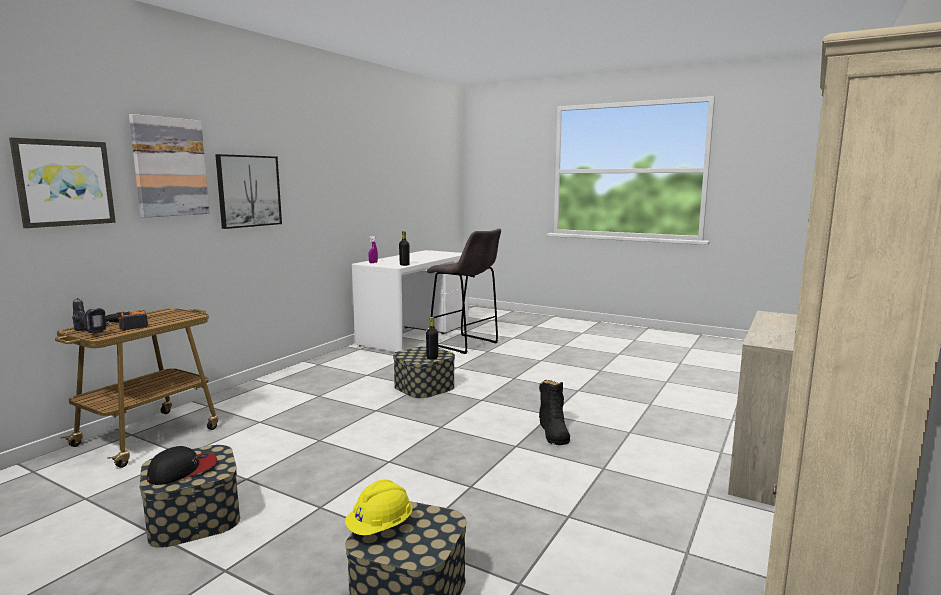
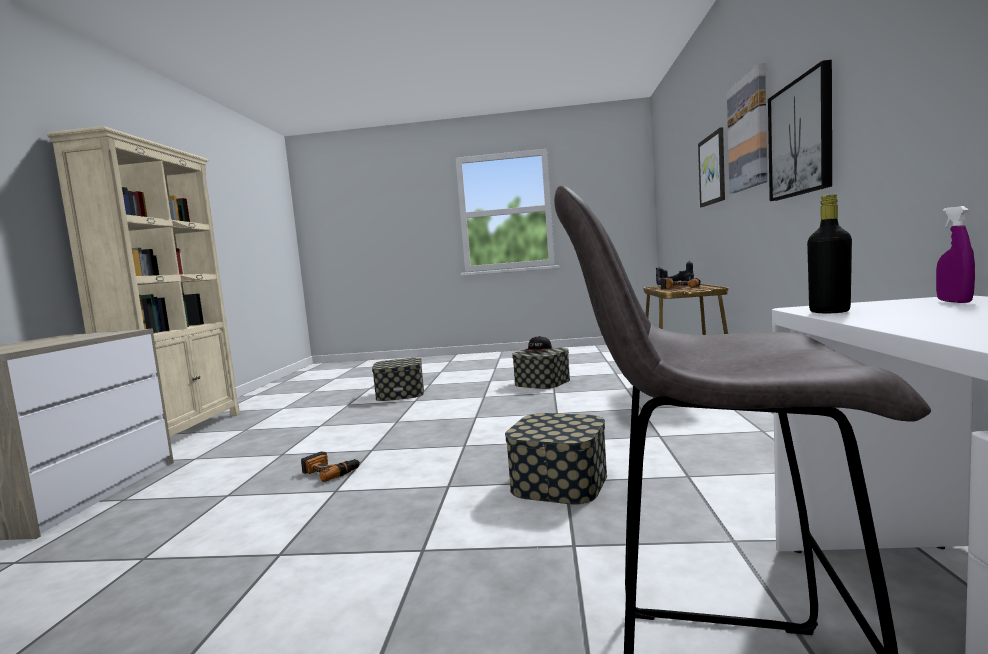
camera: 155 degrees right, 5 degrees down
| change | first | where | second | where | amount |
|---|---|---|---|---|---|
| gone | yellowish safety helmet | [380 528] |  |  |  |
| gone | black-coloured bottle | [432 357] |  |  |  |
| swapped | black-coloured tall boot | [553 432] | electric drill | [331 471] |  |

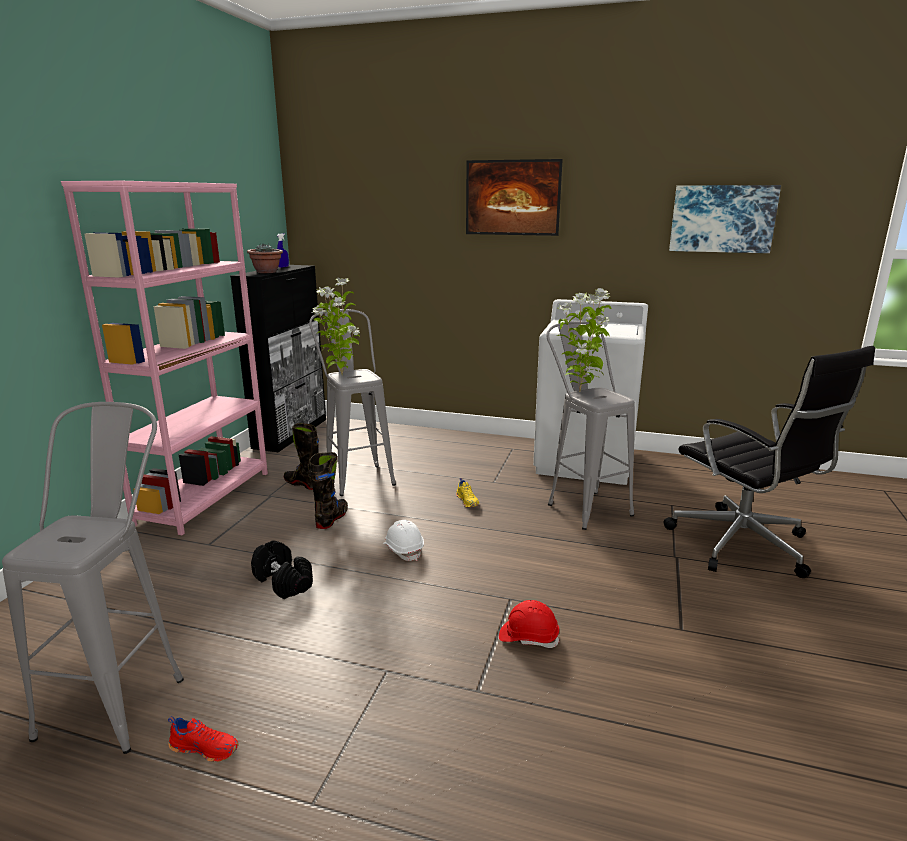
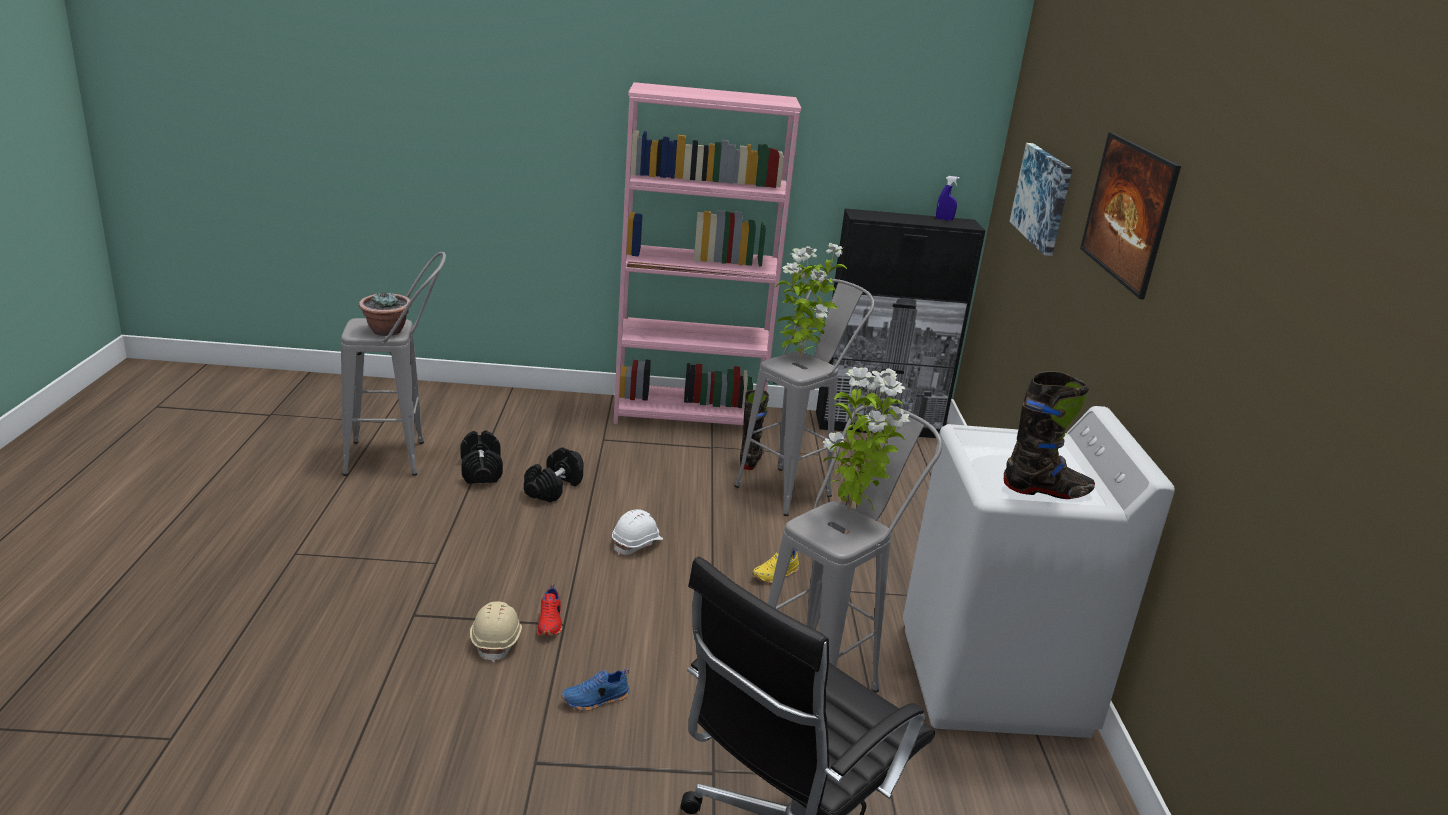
camera: 70 degrees right, 5 degrees up
| change | first | where | second | where | amount |
|---|---|---|---|---|---|
| new |  |  | black-coloured free weight | [481 471] |  |
| new |  |  | blue item of footwear | [596 700] |  |
| shifted | red-coloured item of footwear | [205 747] |  | [550 622] |  |
| shifted | potted plant | [267 272] |  | [387 331] |  |
| shifted | black-coloured tall boot | [332 518] |  | [1046 491] |  |
| shifted | picture | [722 219] |  | [1043 197] |  |
| repainted | red-coloured safety helmet | [528 637] | beige-coloured safety helmet | [497 641] |  |

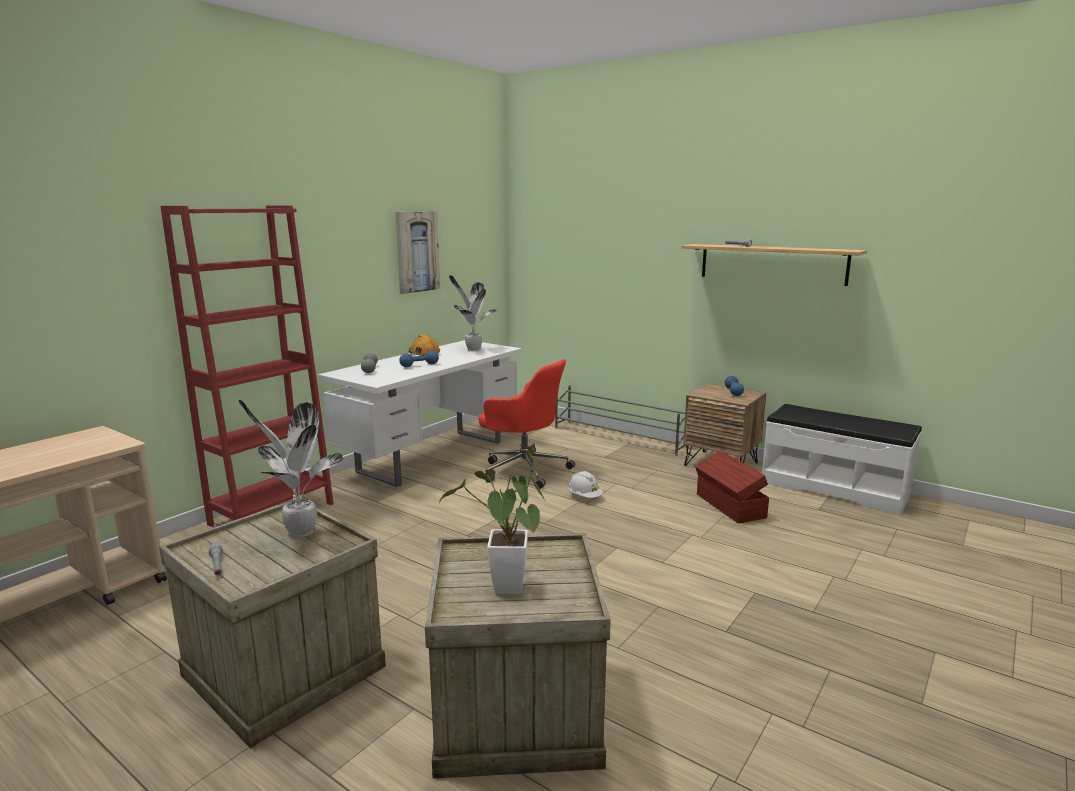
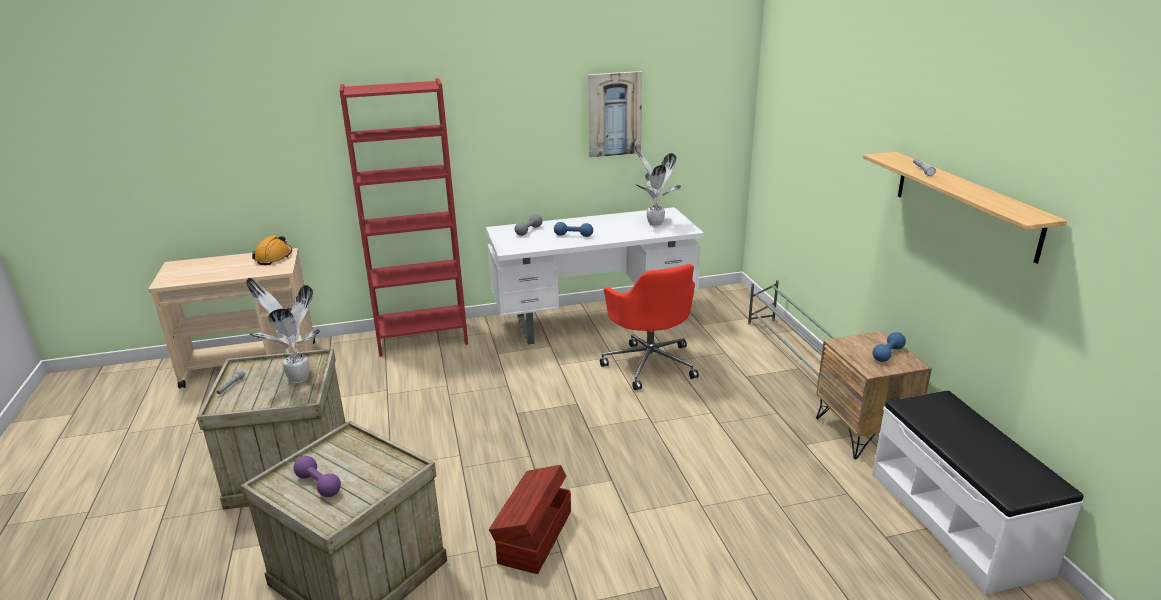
camera: 40 degrees right, 10 degrees up
| change | first | where | second | where | amount |
|---|---|---|---|---|---|
| gone | white-coloured safety helmet | [584 496] |  |  |  |
| shifted | orangey safety helmet | [424 353] |  | [274 257] |  |
| shifted | brown storage bin | [729 506] |  | [533 537] |  |
| swapped | potted plant | [507 592] | purple free weight | [318 485] |  |

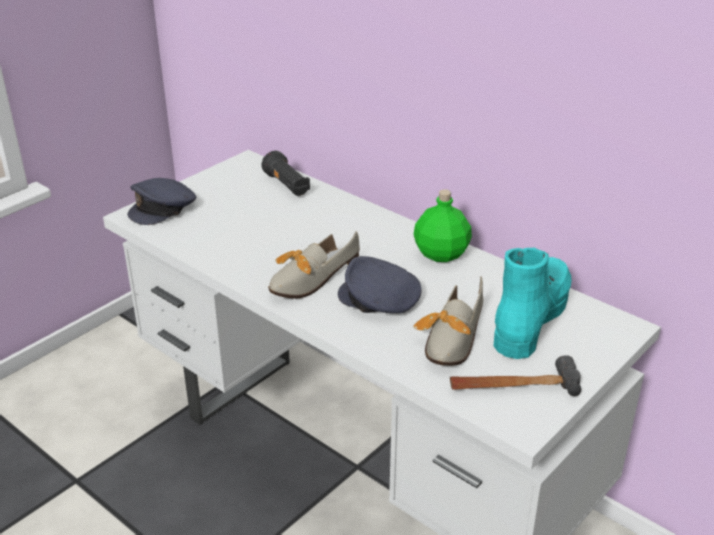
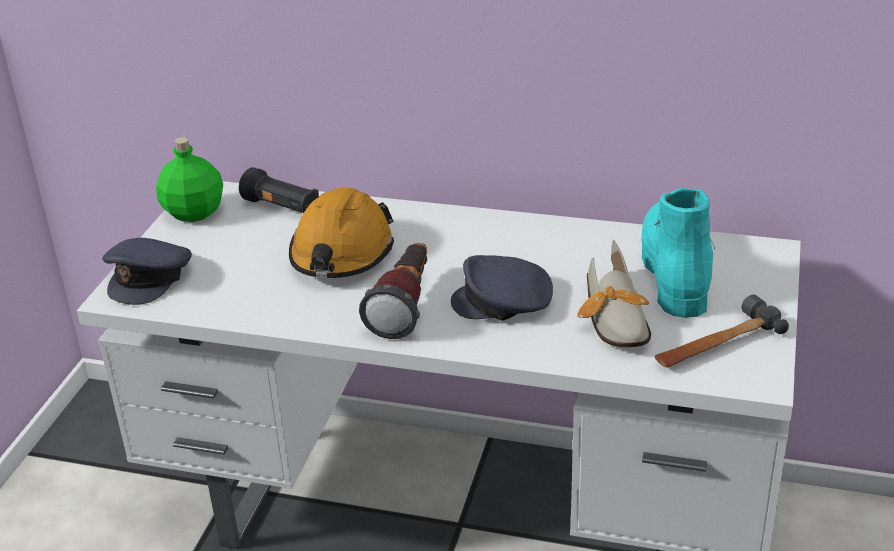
camera: 25 degrees left, 0 degrees up
| change | first | where | second | where | amount |
|---|---|---|---|---|---|
| new |  |  | orangey safety helmet | [342 254] |  |
| shifted | green-coloured bottle | [440 253] |  | [193 212] |  |
| swapped | item of footwear | [307 280] | hand torch | [405 306] |  |

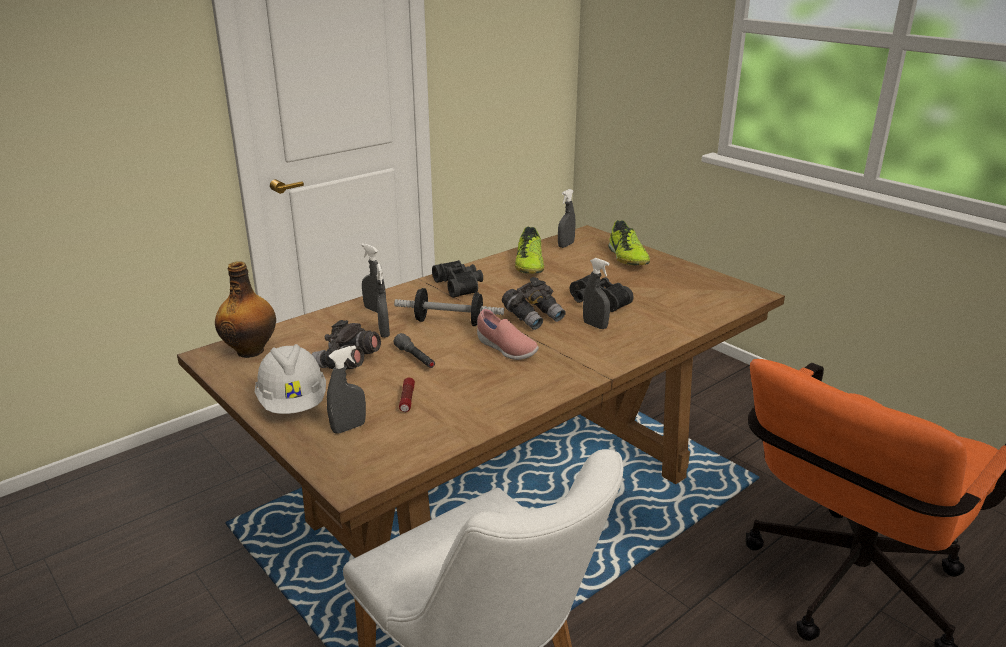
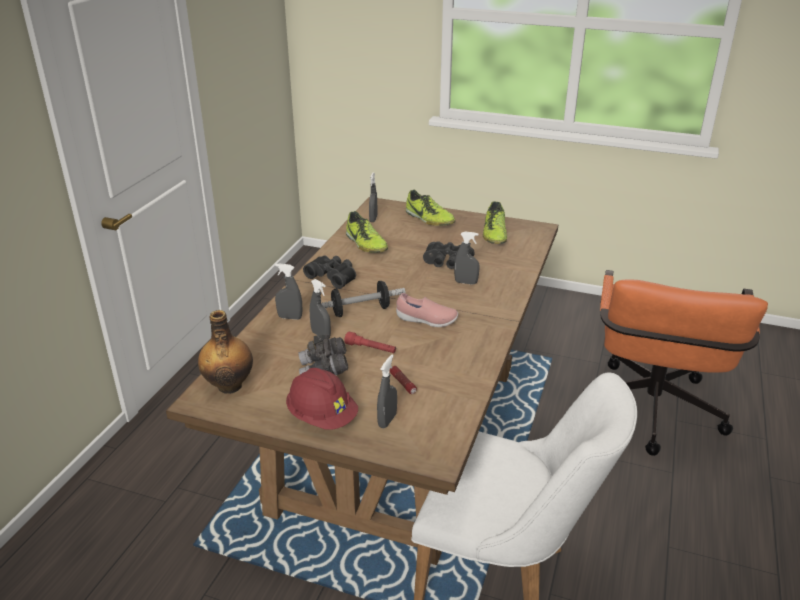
camera: 30 degrees left, 5 degrees up
| change | first | where | second | where | amount |
|---|---|---|---|---|---|
| gone | grey pair of binoculars | [533 317] |  |  |  |
| new |  |  | item of footwear | [494 235] |  |
| repainted | white-coloured safety helmet | [293 403] | red-coloured safety helmet | [322 417] |  |
| repainted | grey hand torch | [415 358] | red-coloured hand torch | [370 349] |  |

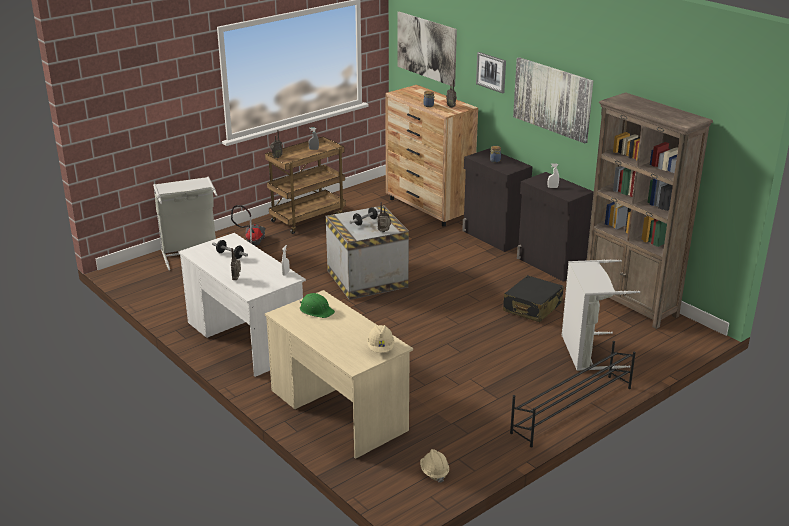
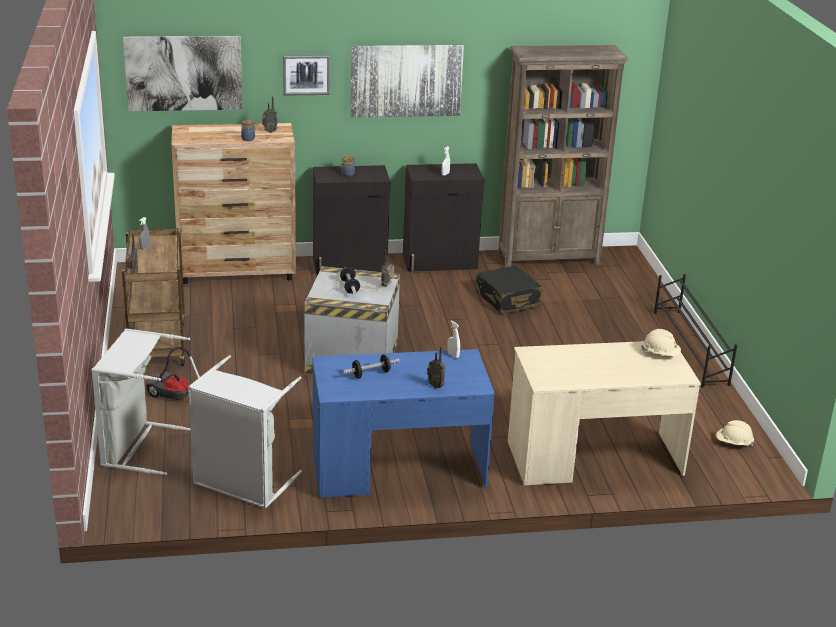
camera: 60 degrees left, 0 degrees up
| change | first | where | second | where | amount |
|---|---|---|---|---|---|
| gone | green-coloured safety helmet | [316 310] |  |  |  |
| shifted | grey washing basket | [586 352] |  | [241 484] |  |
| repainted | white-coloured desk unit | [245 338] | blue desk unit | [398 470] |  |

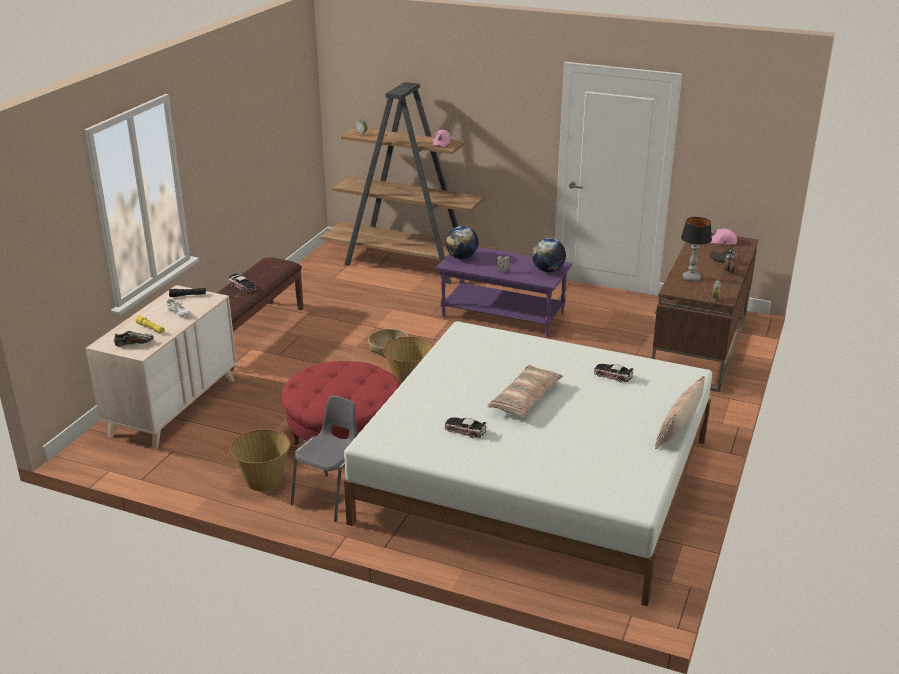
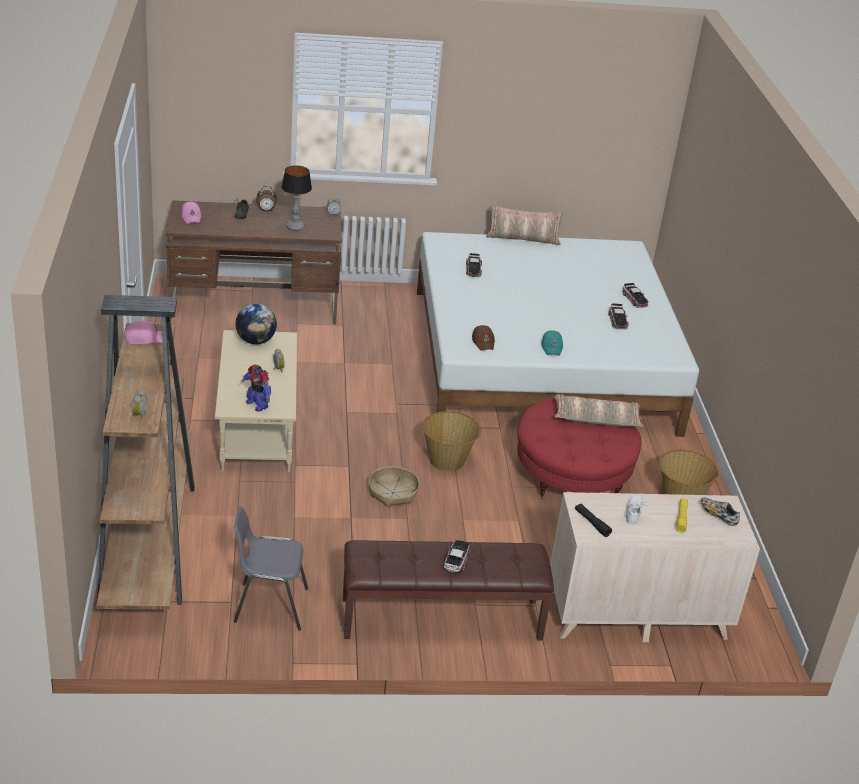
camera: 120 degrees left, 5 degrees up
| change | first | where | second | where | amount |
|---|---|---|---|---|---|
| new |  |  | brown baseball cap | [483 342] |  |
| new |  |  | turquoise-coloured baseball cap | [552 347] |  |
| new |  |  | toy car | [634 299] |  |
| shifted | grey upright chair | [331 496] |  | [269 605] |  |
| shifted | pillow | [526 399] |  | [596 418] |  |
| swapped | world globe | [461 257] | toy robot | [257 404] |  |
| repainted | purple lounge table | [503 314] | beige-coloured lounge table | [256 429] |  |

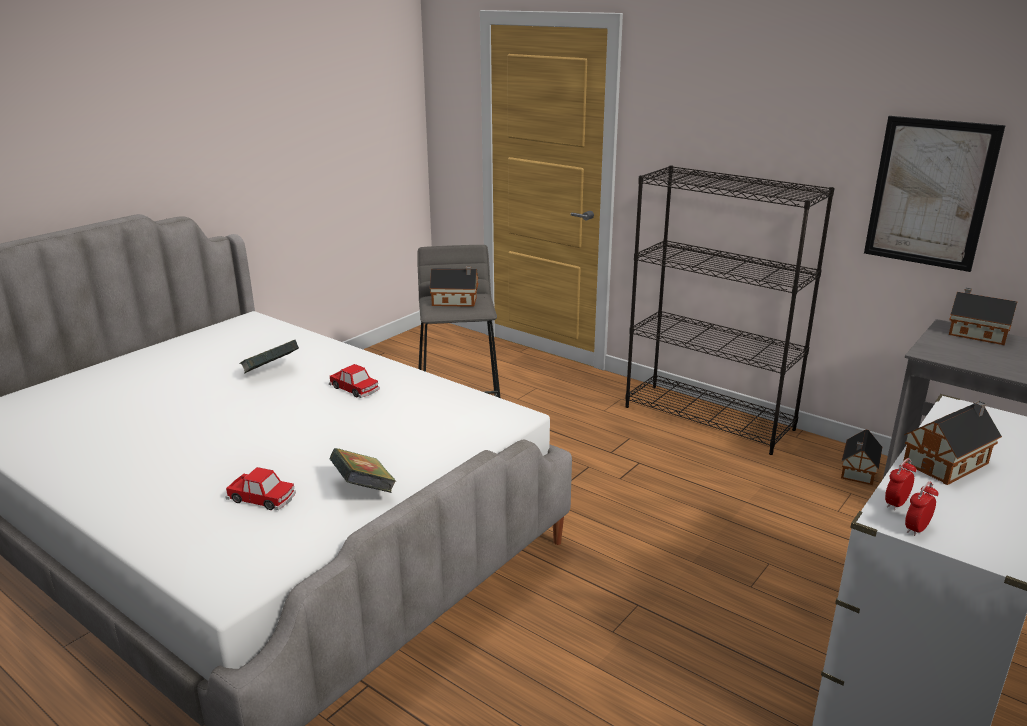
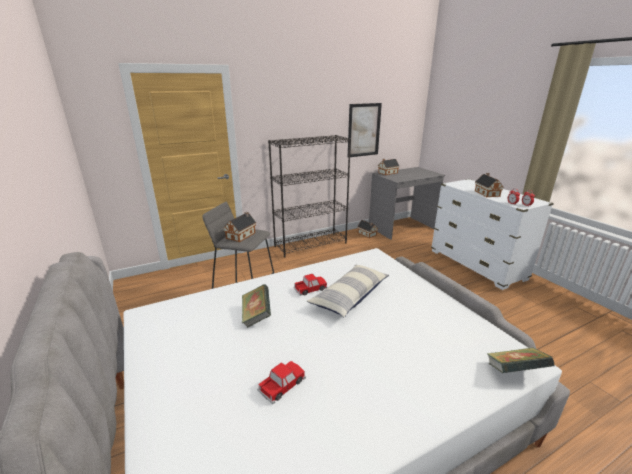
camera: 65 degrees left, 0 degrees up
| change | first | where | second | where | amount |
|---|---|---|---|---|---|
| new |  |  | pillow | [350 296] |  |
| shifted | toy car | [262 498] |  | [282 385] |  |
| shifted | bound book | [364 489] |  | [514 372] |  |

